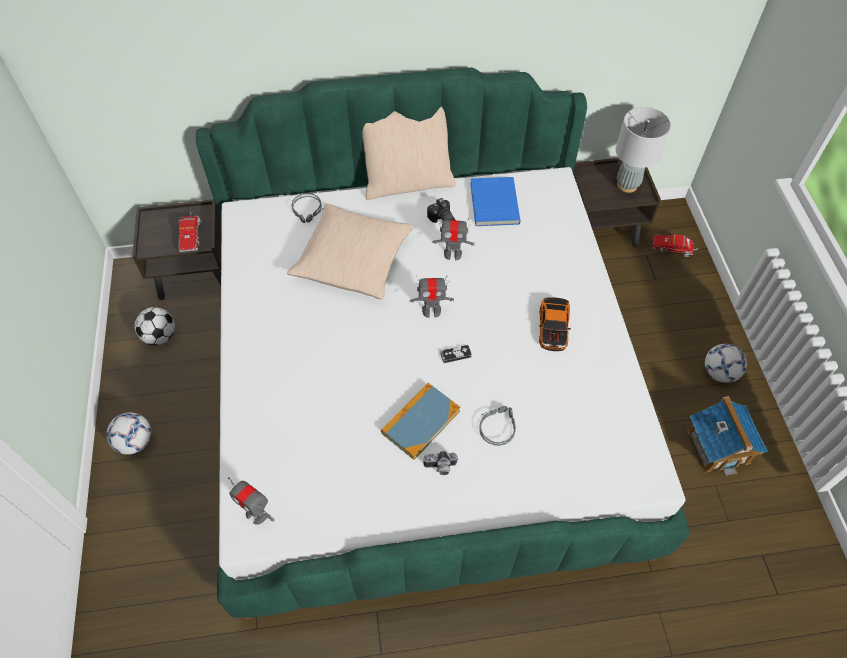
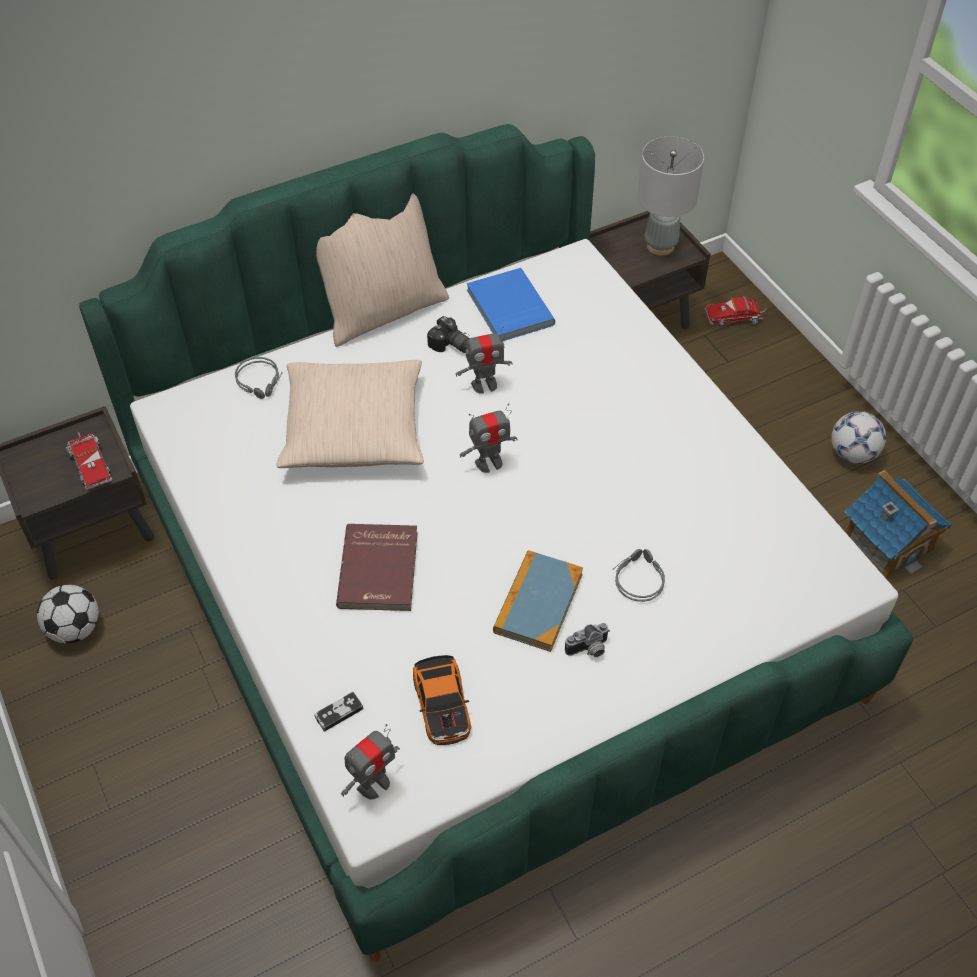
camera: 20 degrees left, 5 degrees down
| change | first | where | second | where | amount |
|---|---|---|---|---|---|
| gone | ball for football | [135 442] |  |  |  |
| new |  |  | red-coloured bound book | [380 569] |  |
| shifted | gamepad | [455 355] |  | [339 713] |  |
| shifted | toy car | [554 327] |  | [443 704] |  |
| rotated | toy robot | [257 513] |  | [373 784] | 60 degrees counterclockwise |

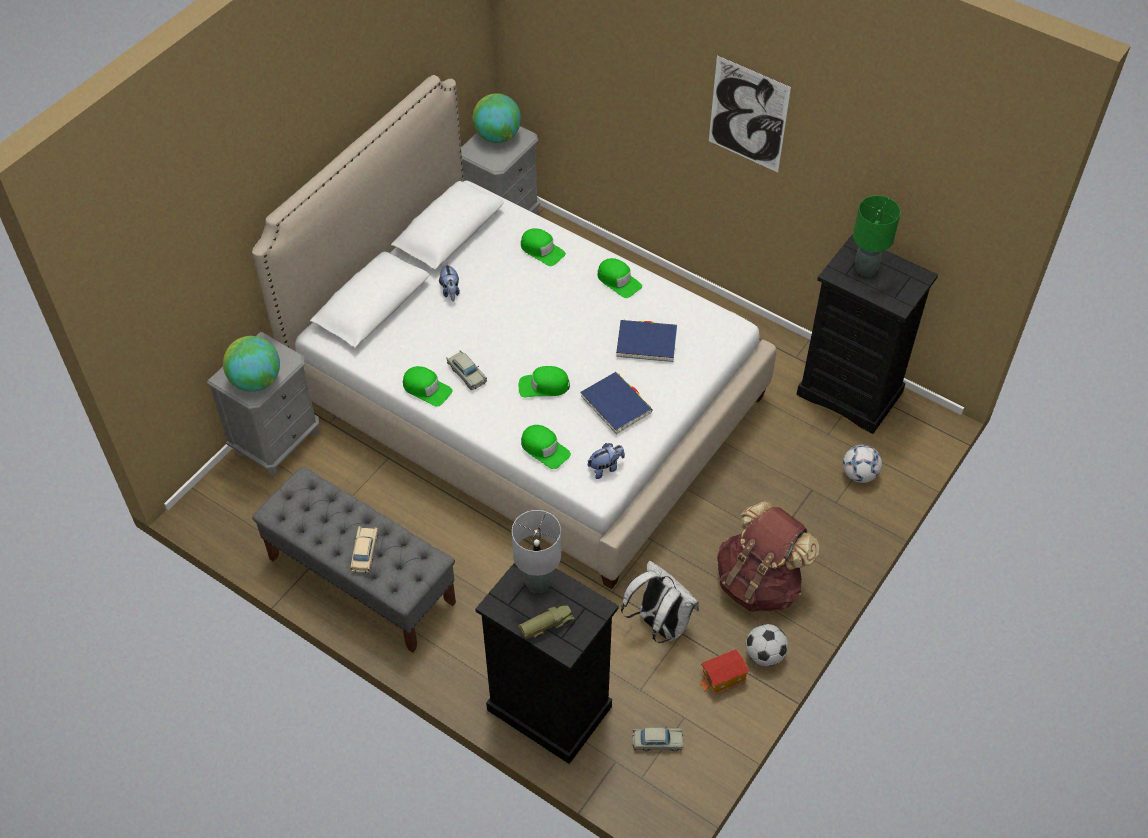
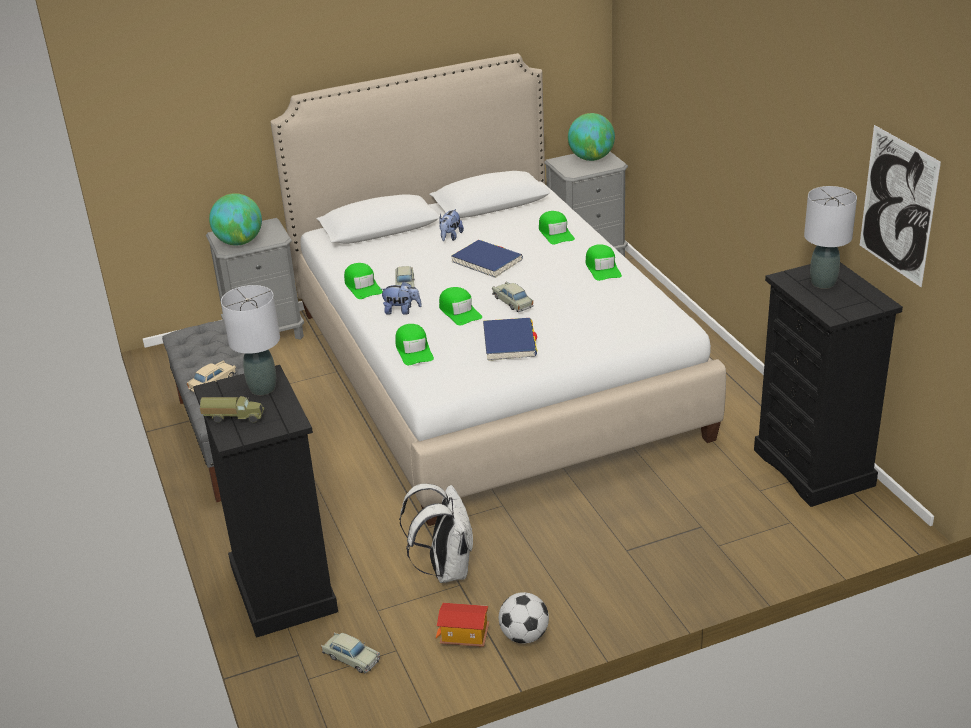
camera: 35 degrees right, 20 degrees down
| change | first | where | second | where | amount |
|---|---|---|---|---|---|
| gone | brown backpack | [759 583] |  |  |  |
| gone | ball for football | [859 474] |  |  |  |
| new |  |  | beige-coloured toy car | [512 302] |  |
| shifted | cuddly toy | [605 468] |  | [401 311] |  |
| shifted | blue bound book | [646 343] |  | [487 261] |  |
| shifted | picture | [748 115] |  | [898 205] |  |
| repainted | green-coloured lamp for a table | [865 269] | grey lamp for a table | [823 283] |  |
| rotated | green-coloured baseball cap | [543 386] |  | [459 311] | 150 degrees counterclockwise |

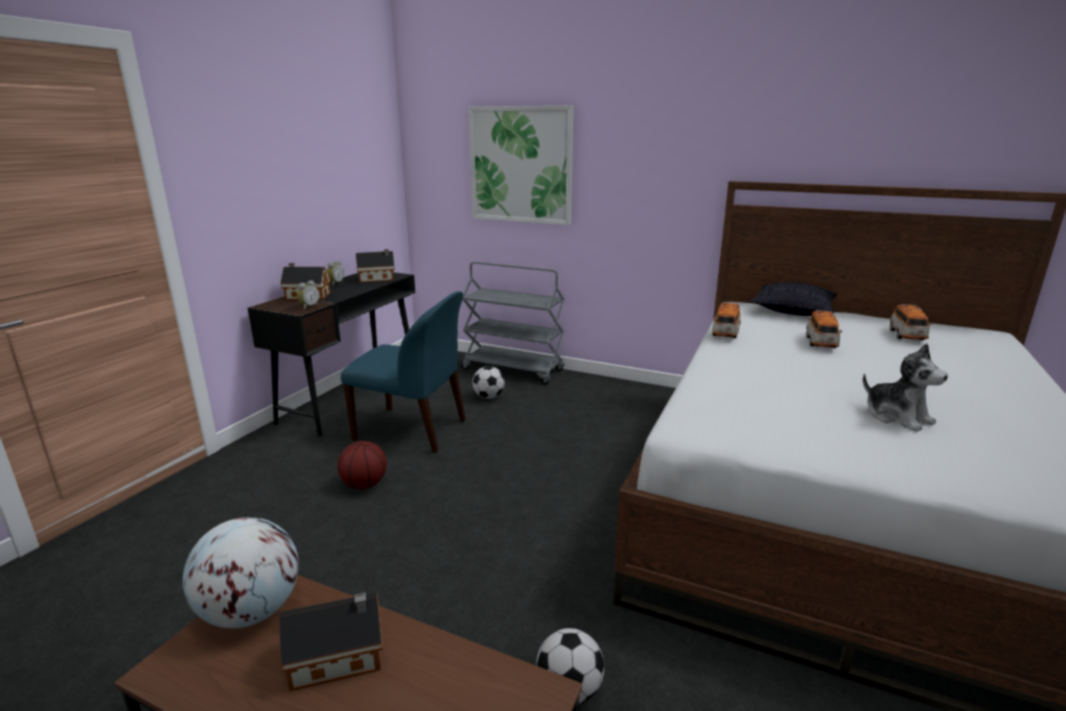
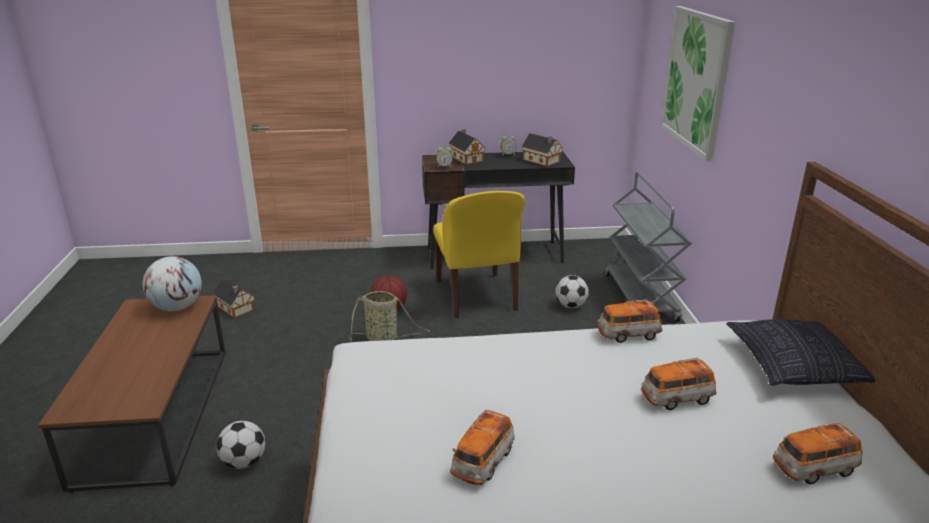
camera: 60 degrees right, 5 degrees up
| change | first | where | second | where | amount |
|---|---|---|---|---|---|
| new |  |  | storage basket | [384 338] |  |
| shifted | model house | [340 657] |  | [236 309] |  |
| swapped | cuddly toy | [897 416] | toy car | [483 462] |  |
| repainted | blue upright chair | [413 430] | yellowish upright chair | [476 296] |  |

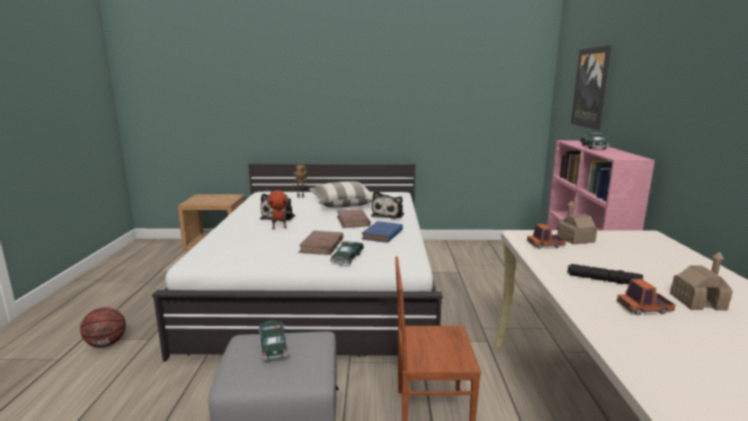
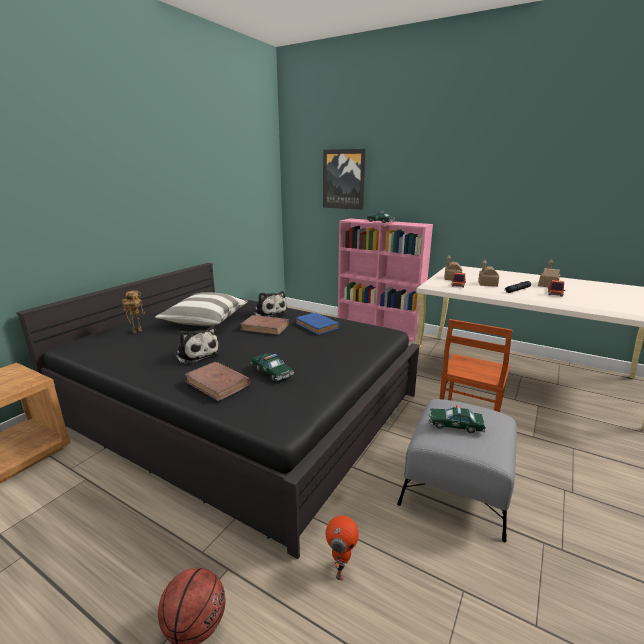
camera: 60 degrees left, 5 degrees up
| change | first | where | second | where | amount |
|---|---|---|---|---|---|
| new |  |  | model house | [487 284] |  |
| shifted | toy robot | [279 227] |  | [340 568] |  |
| shifted | brown bound book | [321 246] |  | [217 383] |  |
| shifted | toy car | [347 257] |  | [272 372] |  |
| repainted | white-coloured bed | [322 284] | black-coloured bed | [240 407] |  |

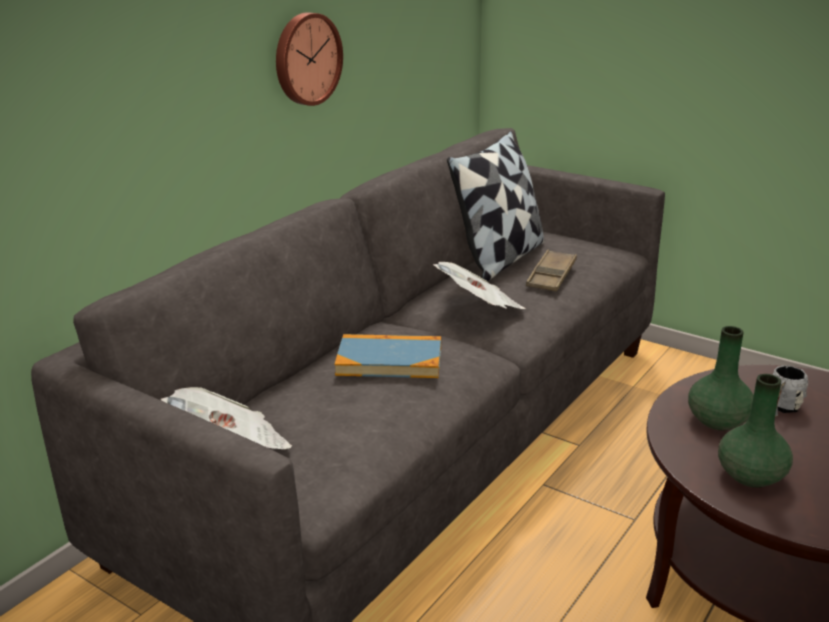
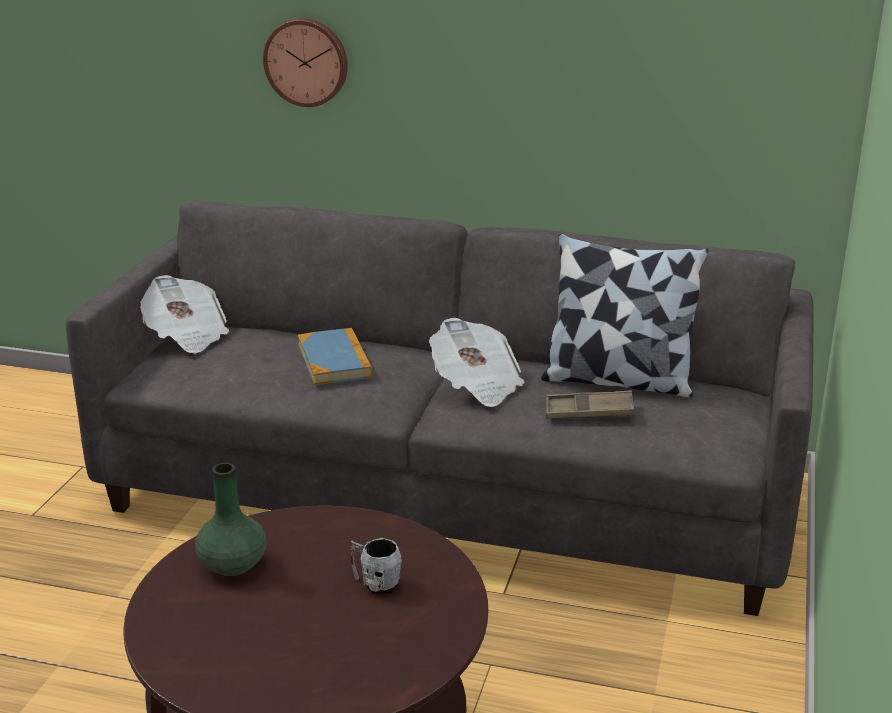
camera: 70 degrees right, 0 degrees up
| change | first | where | second | where | amount |
|---|---|---|---|---|---|
| gone | green-coloured flower vase | [717 421] |  |  |  |
| shifted | wall clock | [306 59] |  | [307 62] |  |

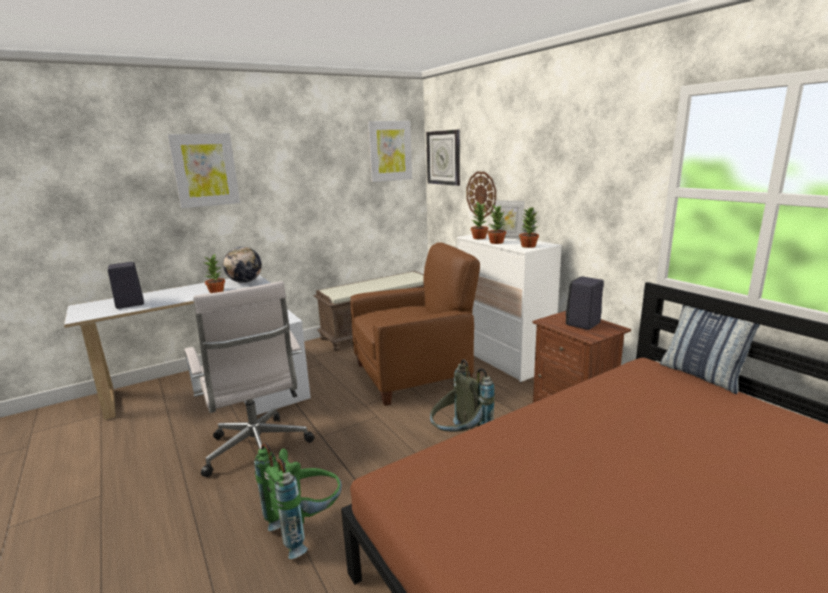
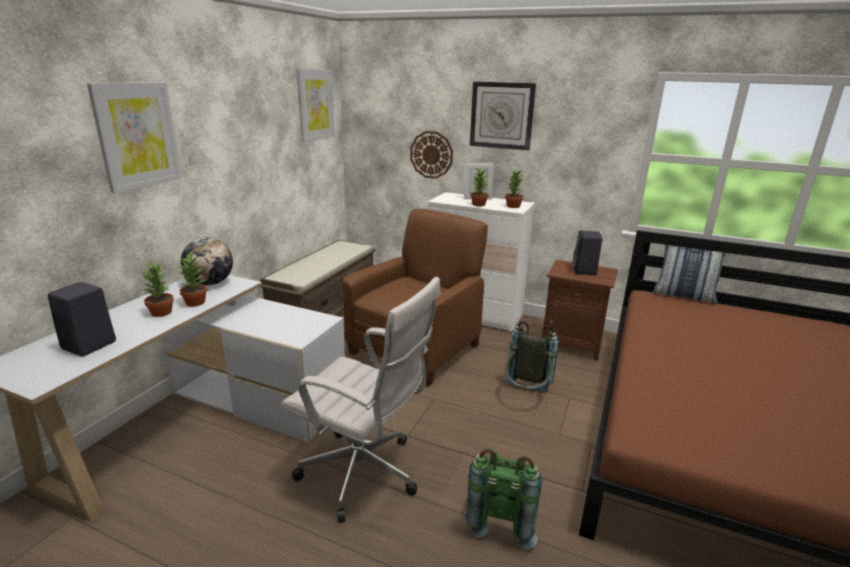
camera: 35 degrees left, 5 degrees up
| change | first | where | second | where | amount |
|---|---|---|---|---|---|
| shifted | wall clock | [443 157] |  | [502 115] |  |
| shifted | potted plant | [479 238] |  | [162 312] |  |

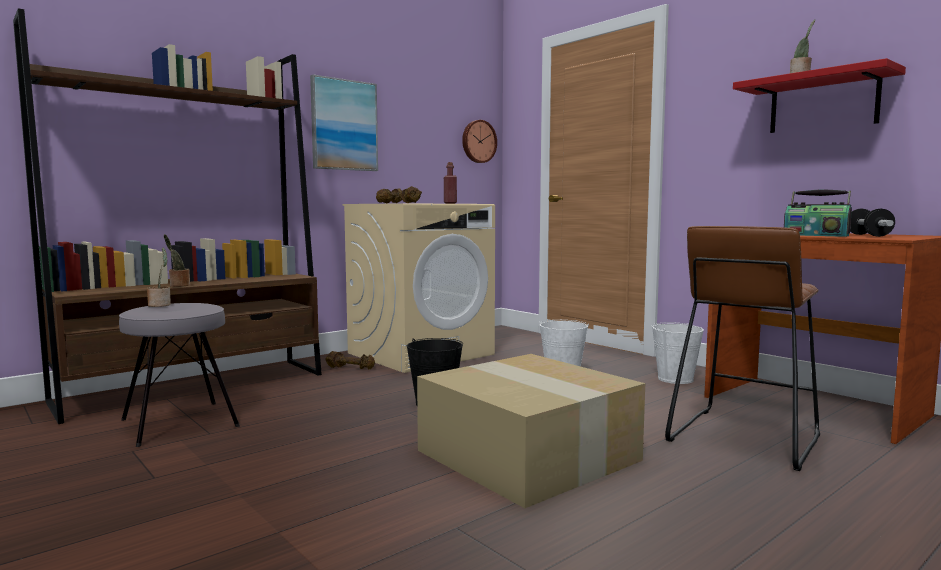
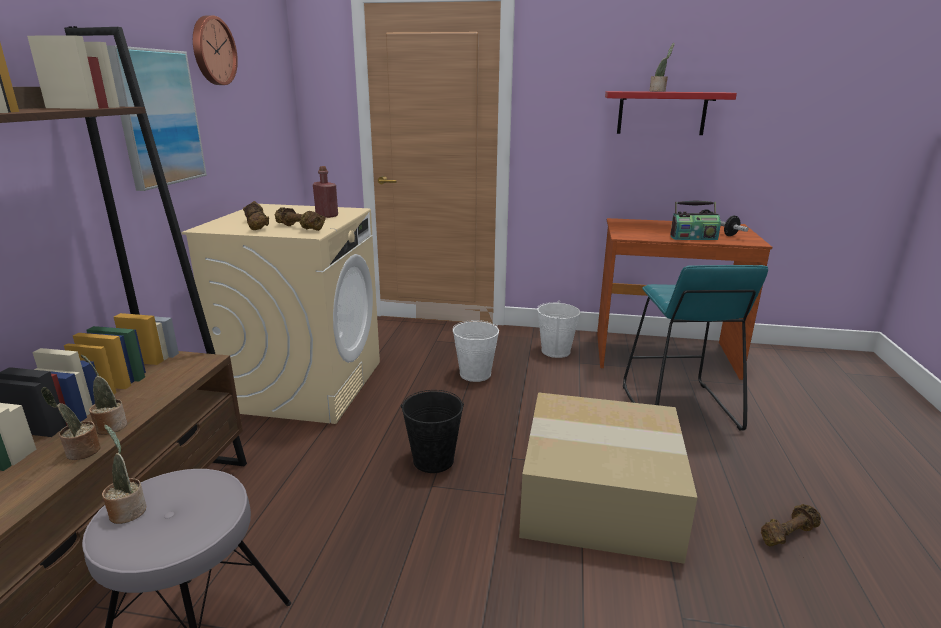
camera: 40 degrees left, 15 degrees up
| change | first | where | second | where | amount |
|---|---|---|---|---|---|
| new |  |  | potted plant | [110 426] |  |
| shifted | brown free weight | [351 368] |  | [787 534] |  |
| shifted | wall clock | [478 141] |  | [212 51] |  |
| repainted | brown stool | [743 437] | turquoise-coloured stool | [677 407] |  |

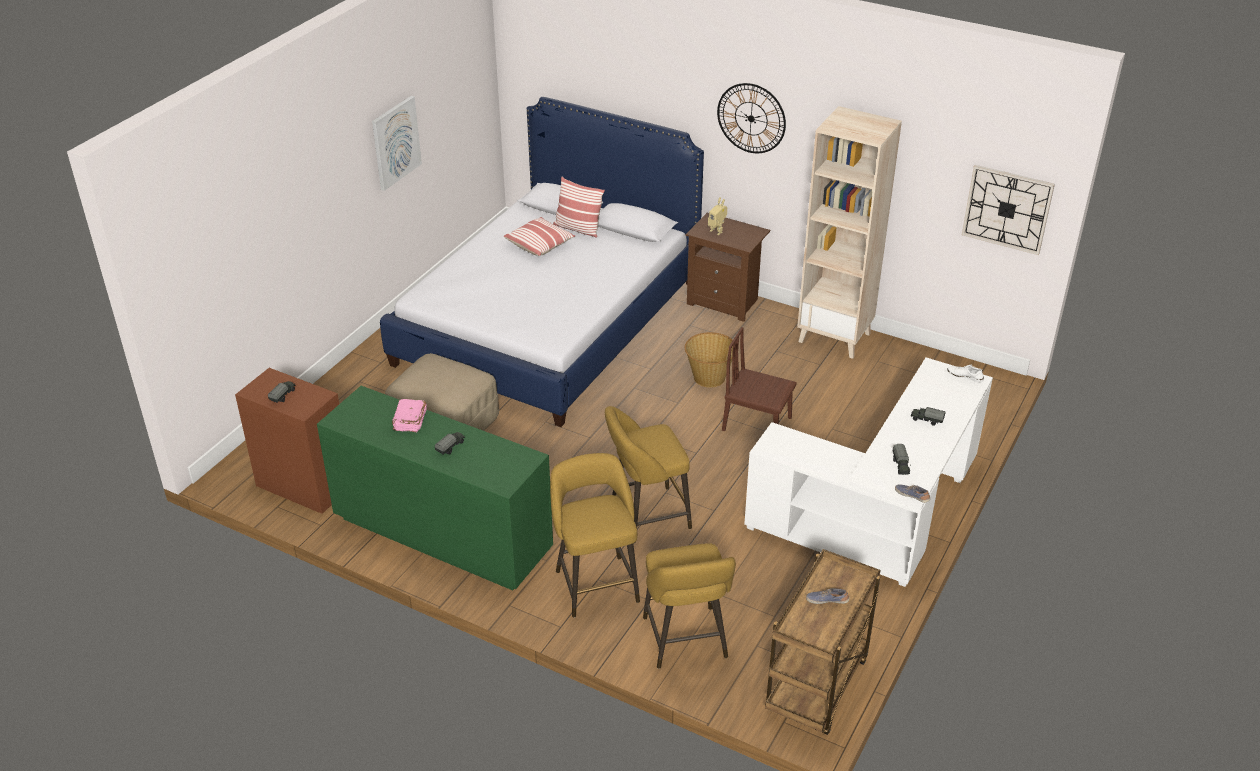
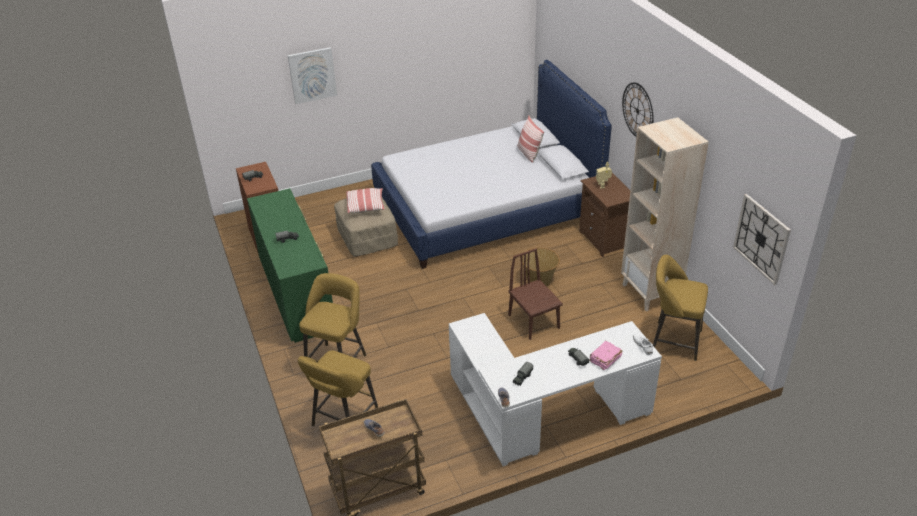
camera: 40 degrees right, 0 degrees up
| change | first | where | second | where | amount |
|---|---|---|---|---|---|
| shifted | picture | [395 142] |  | [312 75] |  |
| shifted | pinkish bound book | [409 421] |  | [604 359] |  |
| shifted | pillow | [540 244] |  | [366 206] |  |
| shifted | yellowish stool | [645 516] |  | [672 340] |  |

